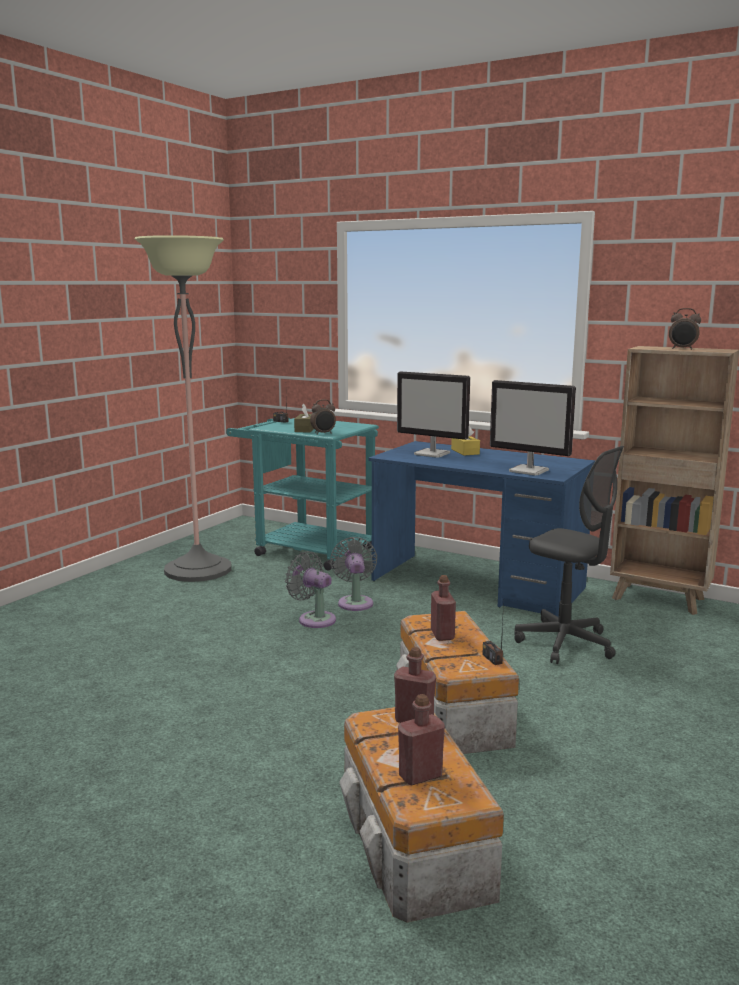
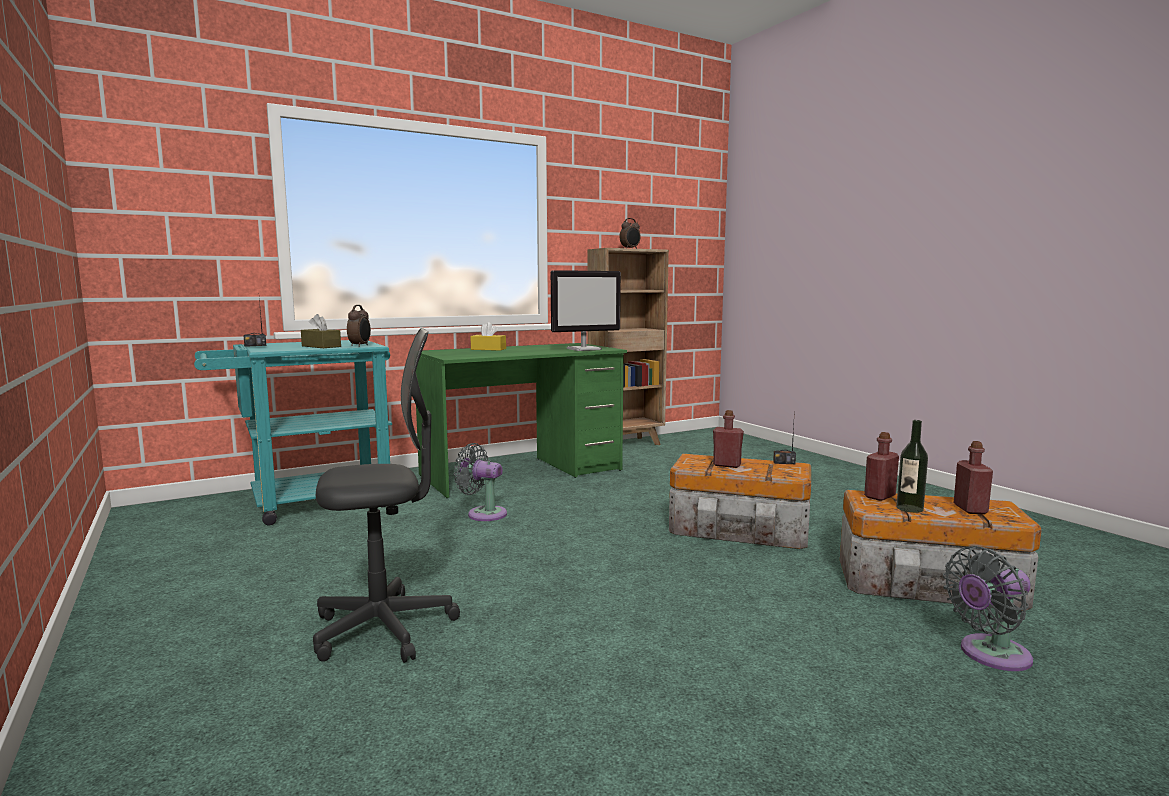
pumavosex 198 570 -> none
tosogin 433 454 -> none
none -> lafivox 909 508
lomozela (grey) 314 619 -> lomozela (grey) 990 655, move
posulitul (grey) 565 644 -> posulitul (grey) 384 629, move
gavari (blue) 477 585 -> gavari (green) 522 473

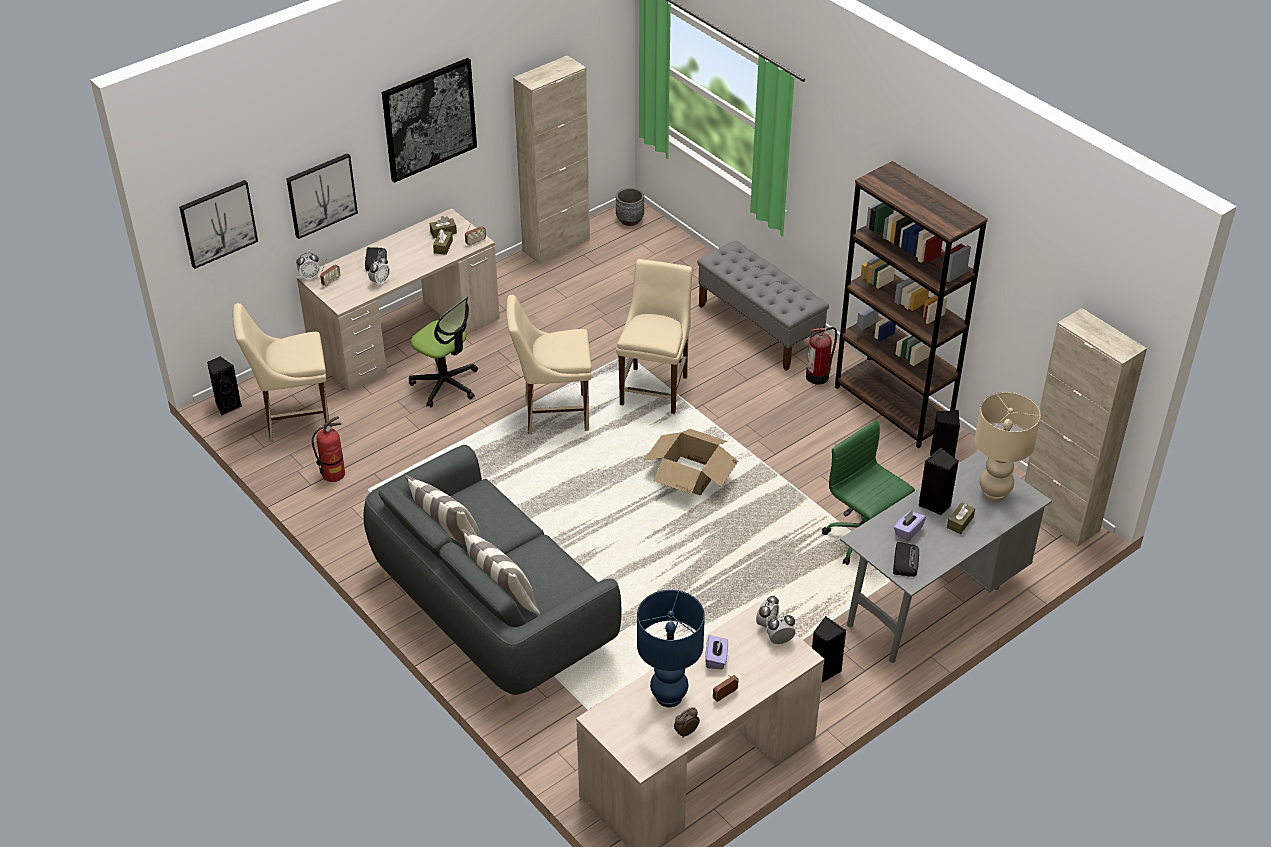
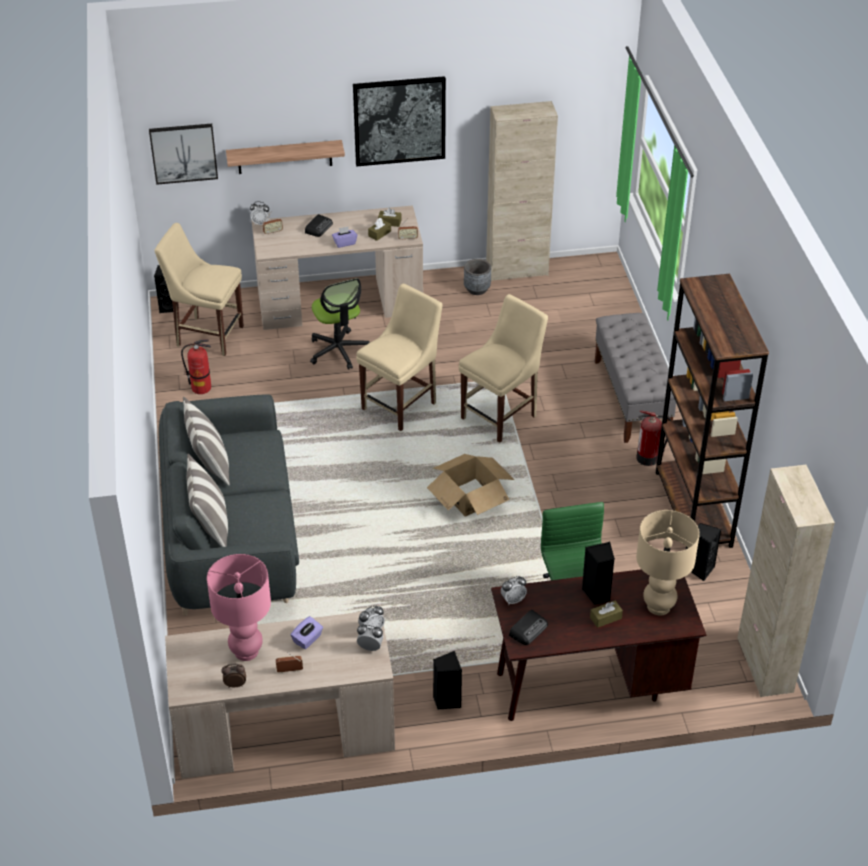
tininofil 380 282 -> tininofil 513 600, move
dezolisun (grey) 629 220 -> dezolisun (grey) 477 289, move
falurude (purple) 908 531 -> falurude (purple) 344 243, move
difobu 321 195 -> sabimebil 284 157
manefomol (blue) 668 696 -> manefomol (pink) 246 651
gavari (grey) 933 600 -> gavari (brown) 589 685
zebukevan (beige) 552 413 -> zebukevan (beige) 402 404, 105 degrees clockwise

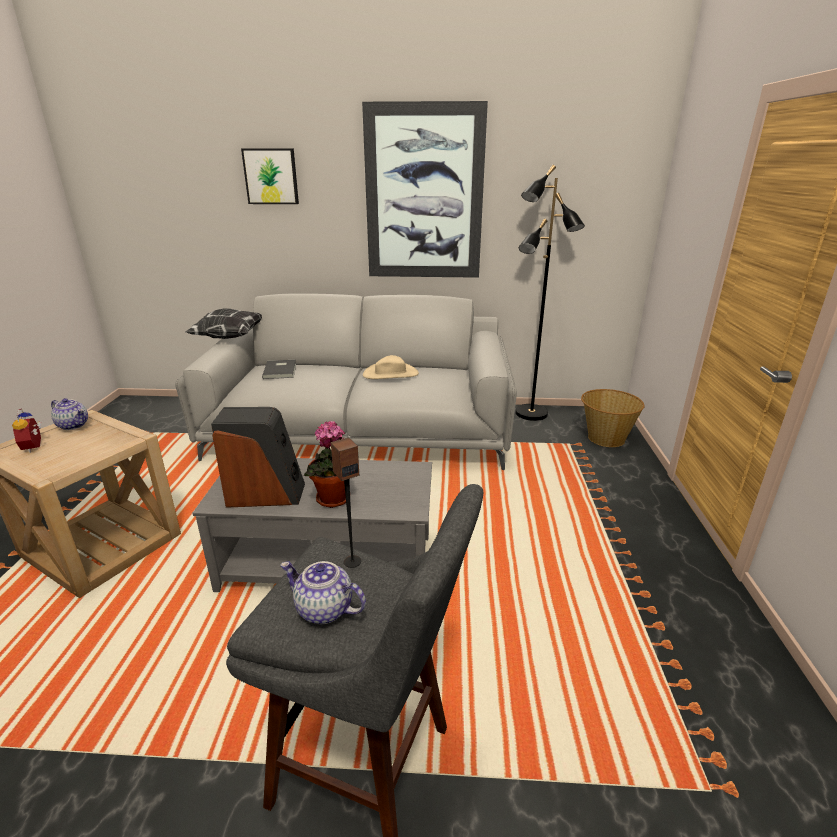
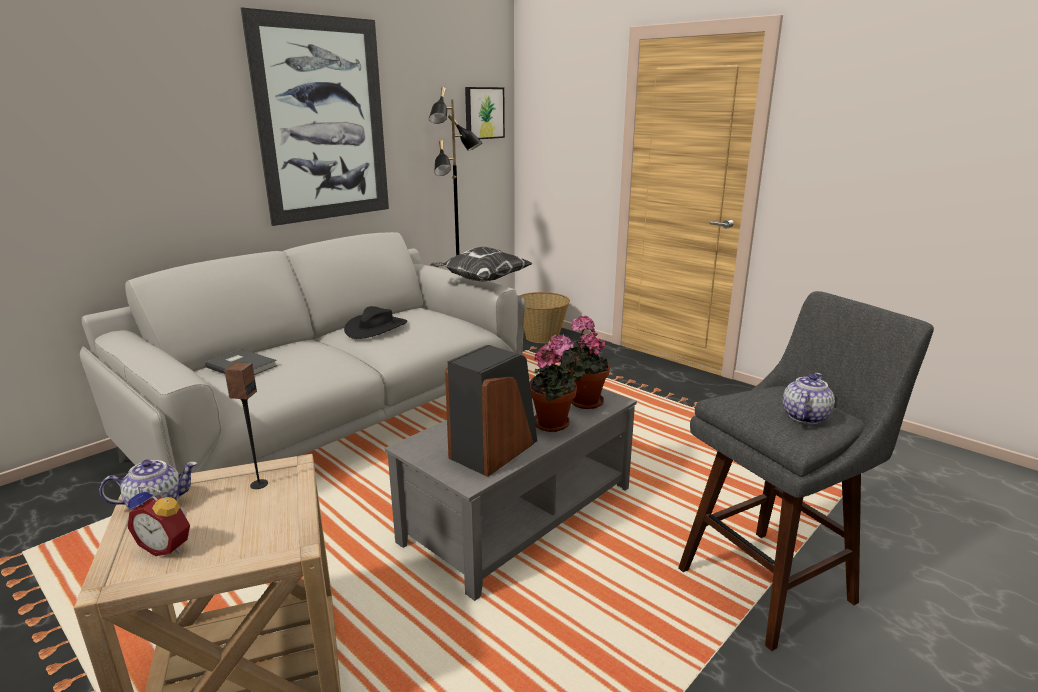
none -> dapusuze 583 401
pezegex 228 337 -> pezegex 481 281, move
difobu 271 176 -> difobu 483 113, move
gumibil 352 561 -> gumibil 258 484, move
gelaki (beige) 390 374 -> gelaki (black) 376 328
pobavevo 323 609 -> pobavevo 804 416, 150 degrees clockwise

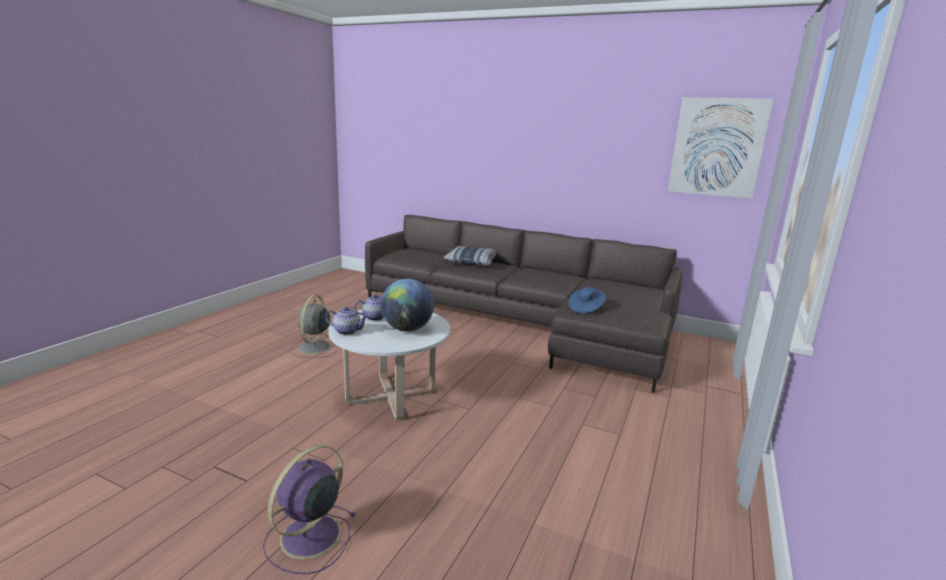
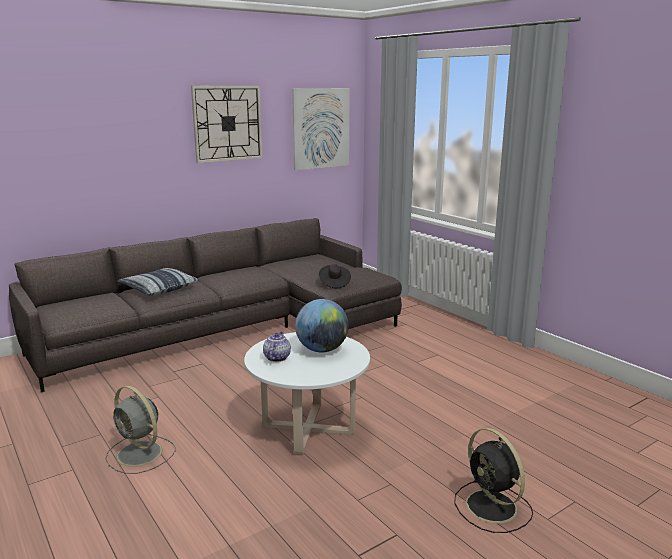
pobavevo 348 331 -> none
none -> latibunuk 227 123
lomozela (purple) 308 537 -> lomozela (black) 493 508
gelaki (blue) 585 308 -> gelaki (black) 334 283

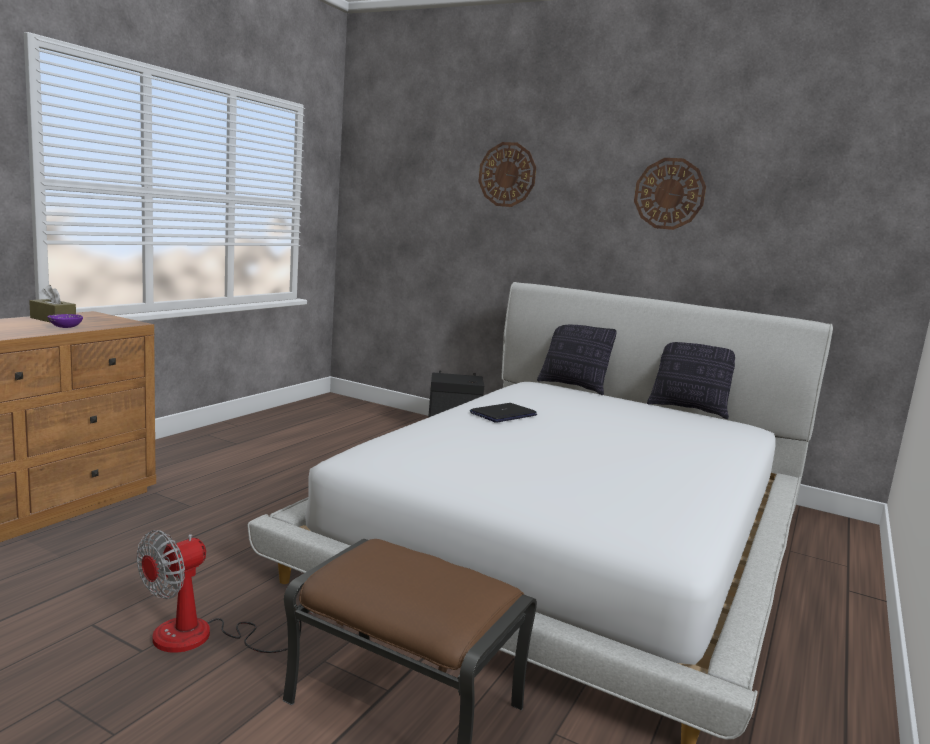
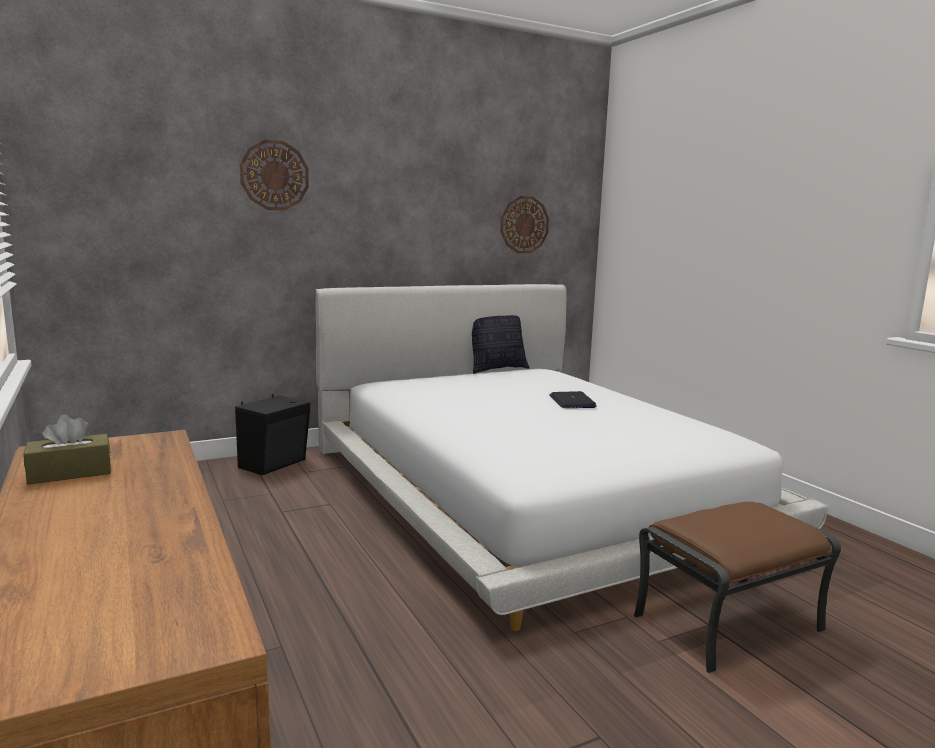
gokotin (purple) 65 327 -> none
lomozela 203 637 -> none
pezegex 573 386 -> none
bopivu 503 414 -> bopivu 572 401, move
latibunuk 669 194 -> latibunuk 524 224, move

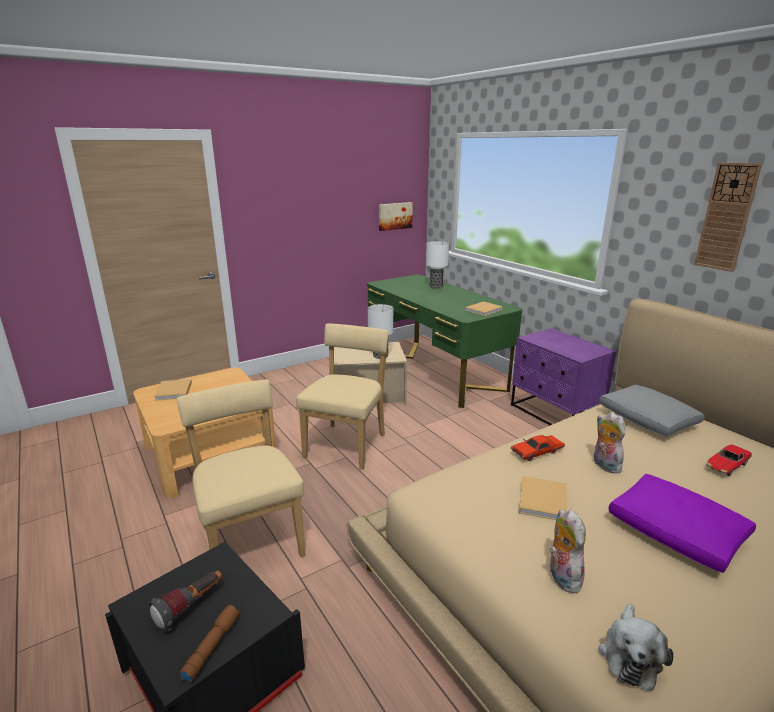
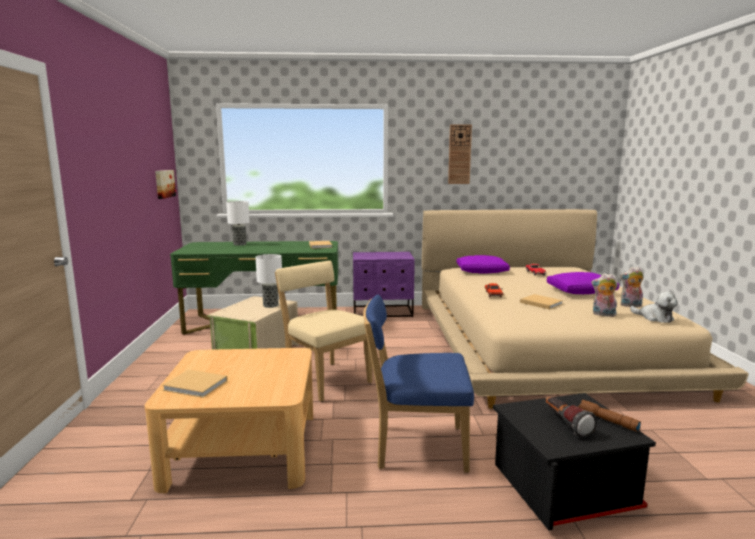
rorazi 604 465 -> rorazi 630 305, move
zebukevan (beige) 251 538 -> zebukevan (blue) 415 447
pezegex (grey) 648 420 -> pezegex (purple) 482 272

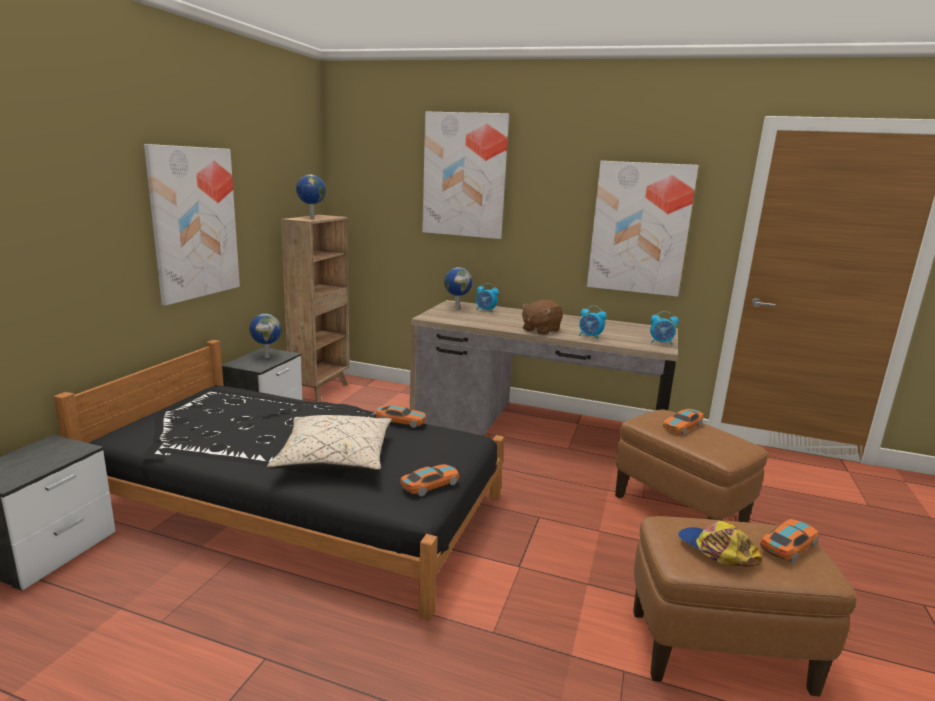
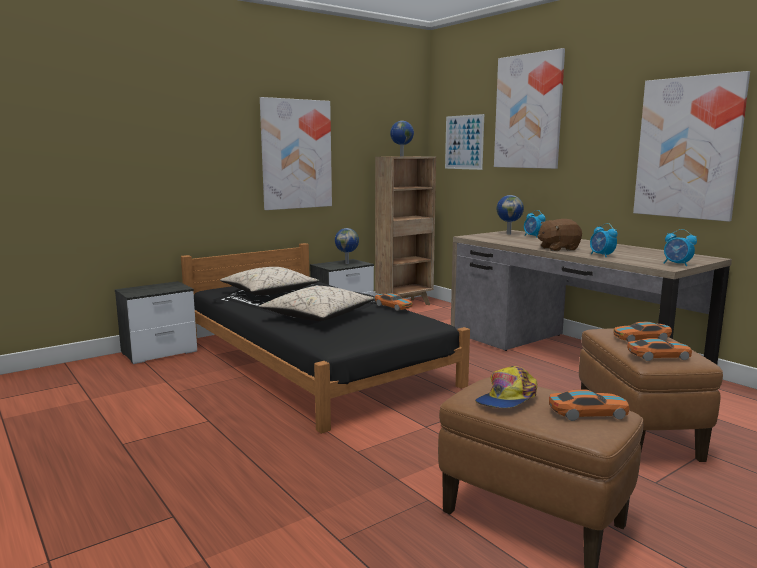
none -> pezegex (beige) 269 292
none -> difobu 464 142
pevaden 430 485 -> pevaden 658 356, move
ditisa 715 551 -> ditisa 507 399, 135 degrees counterclockwise

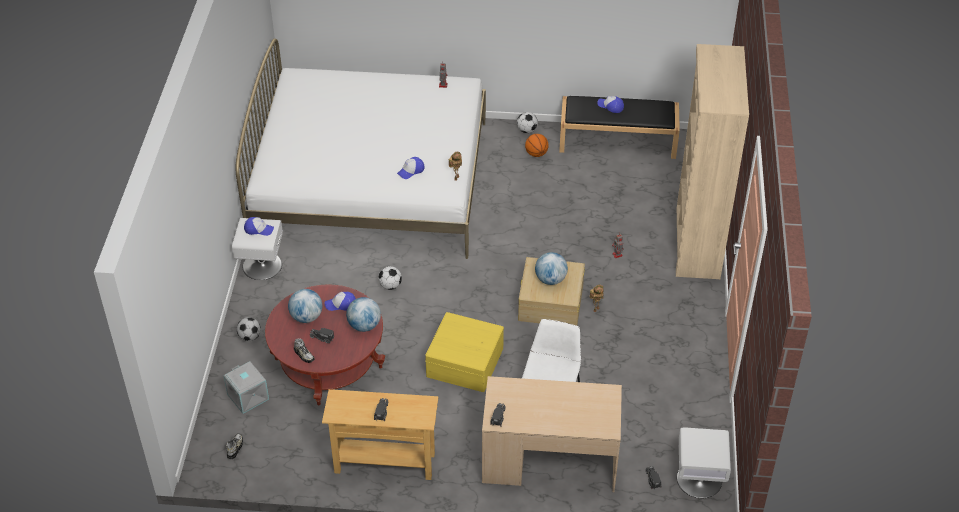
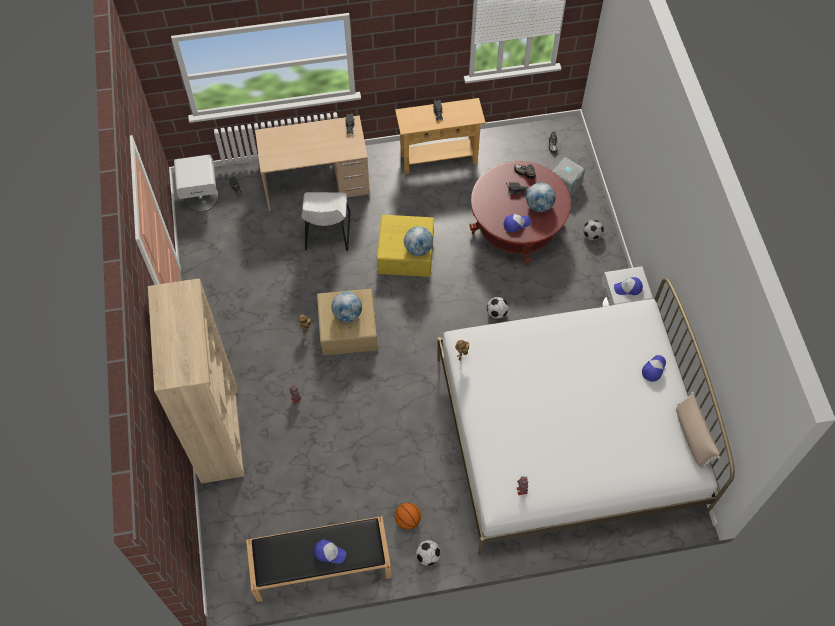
none -> pezegex (beige) 692 436
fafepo 364 325 -> fafepo 418 249, move
ditisa 411 171 -> ditisa 653 369, move

